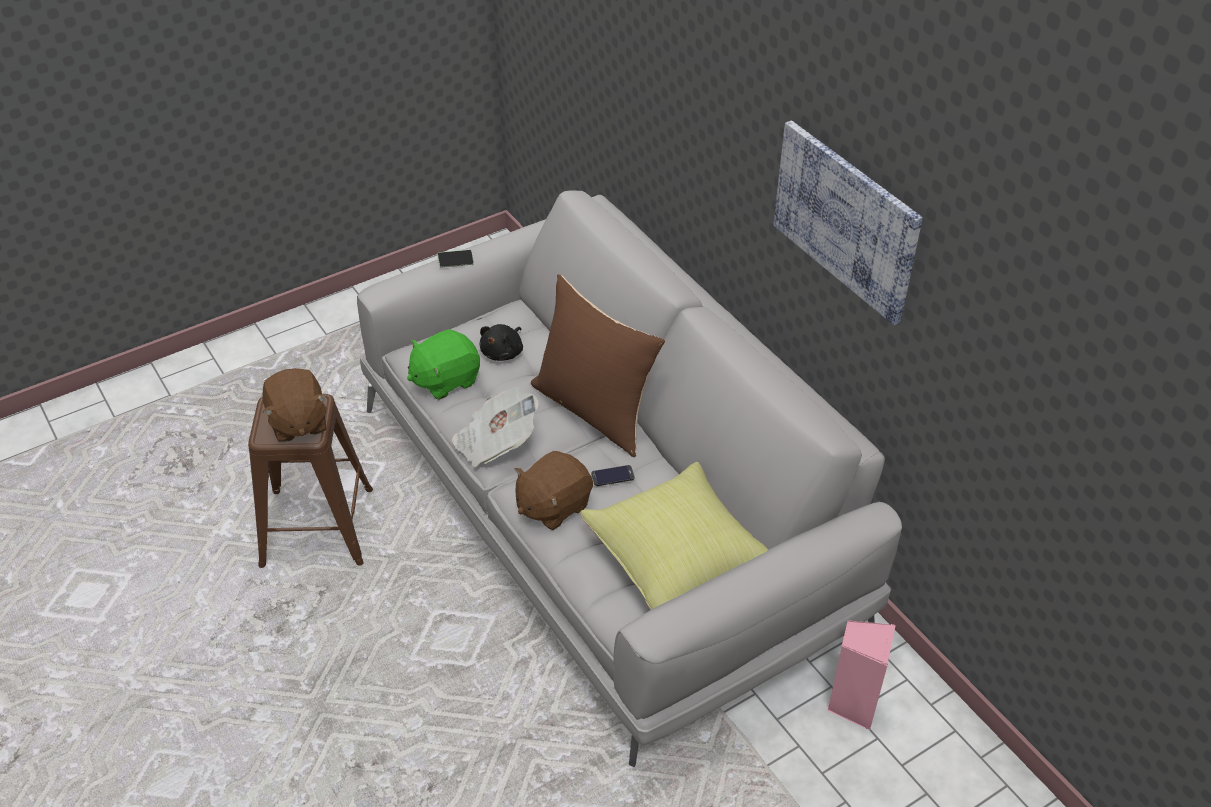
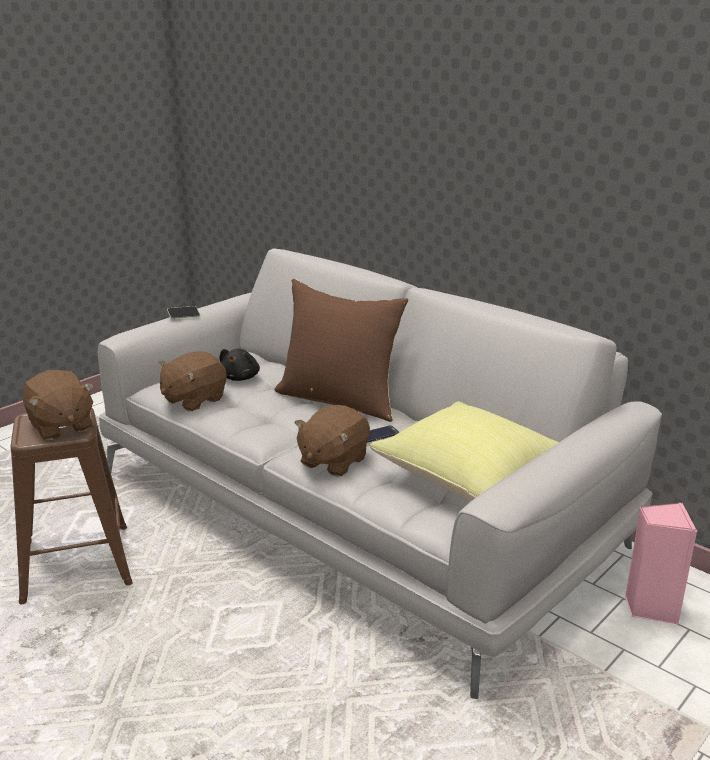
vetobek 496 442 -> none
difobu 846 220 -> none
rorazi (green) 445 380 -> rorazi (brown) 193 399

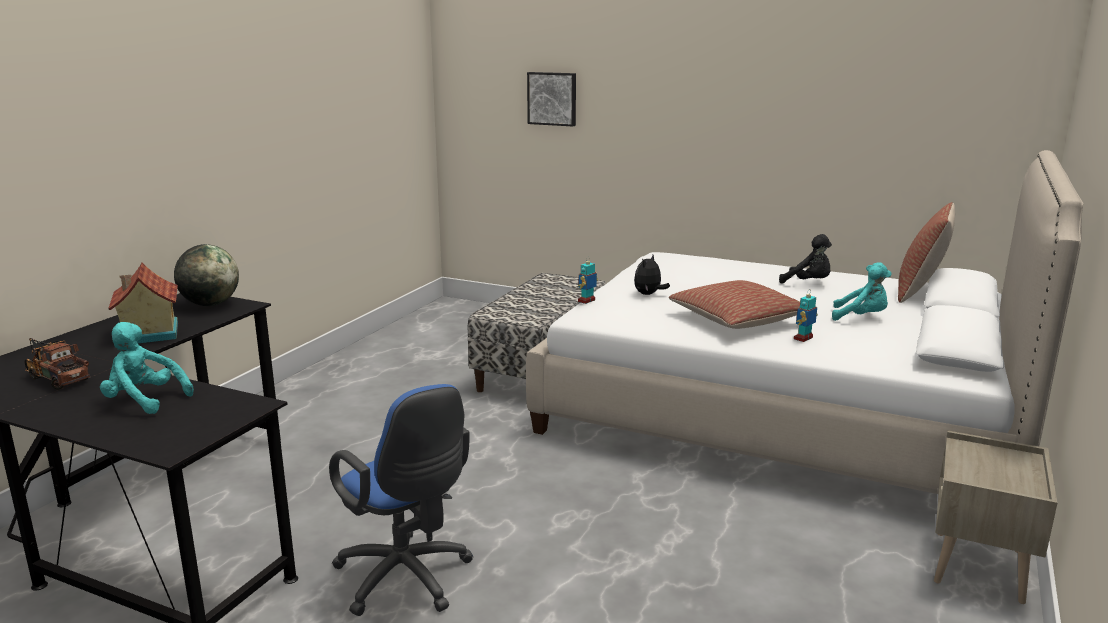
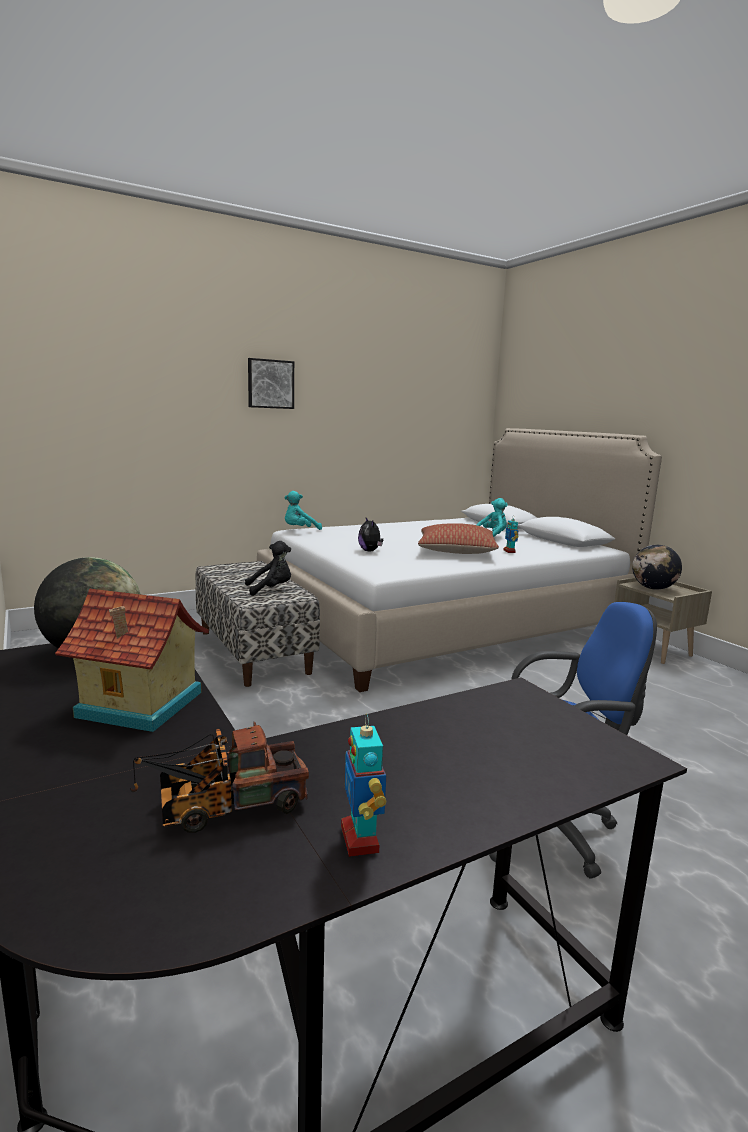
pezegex 920 292 -> none
none -> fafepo 653 588
rorazi (turquoise) 144 401 -> rorazi (turquoise) 300 530, move
difobu 552 98 -> difobu 270 384, move
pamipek 587 301 -> pamipek 361 839, move
rorazi (black) 808 283 -> rorazi (black) 271 589, move

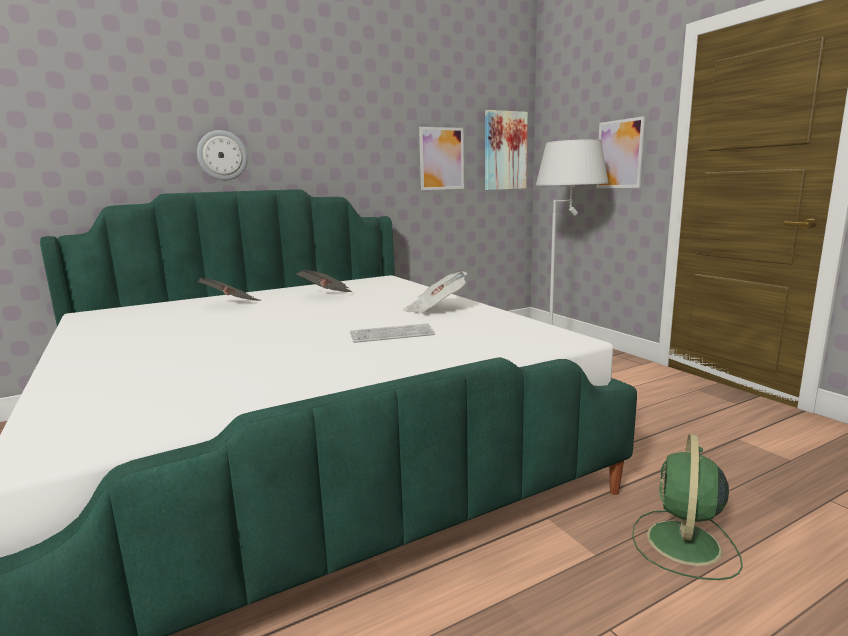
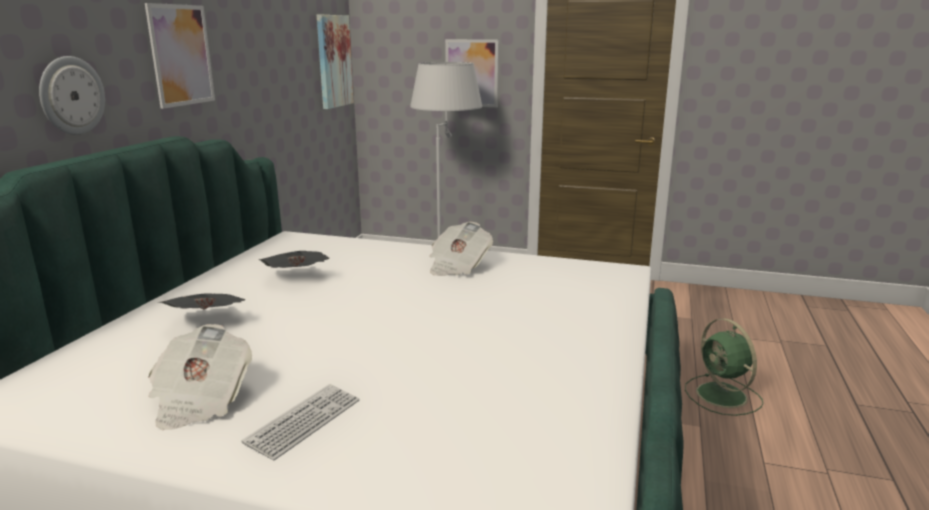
none -> vetobek 200 400
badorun 392 335 -> badorun 304 422, move
difobu 441 158 -> difobu 181 55, move

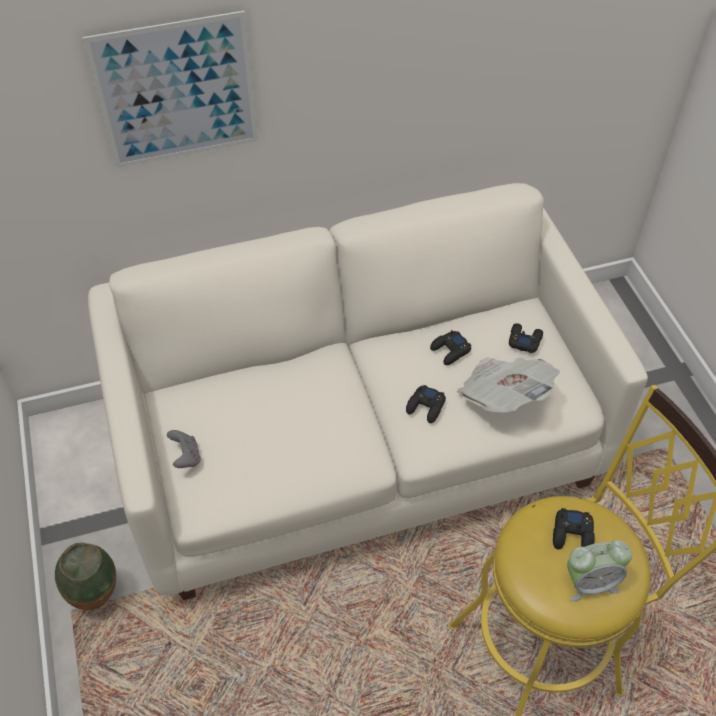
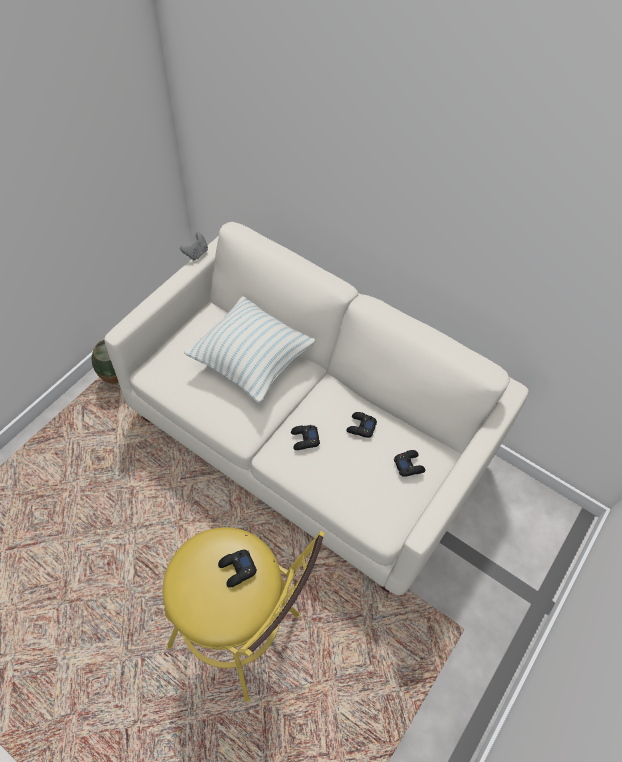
difobu 177 92 -> none
vetobek 503 396 -> none
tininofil 590 583 -> none
none -> pezegex 251 362
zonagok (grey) 186 457 -> zonagok (grey) 196 253, move

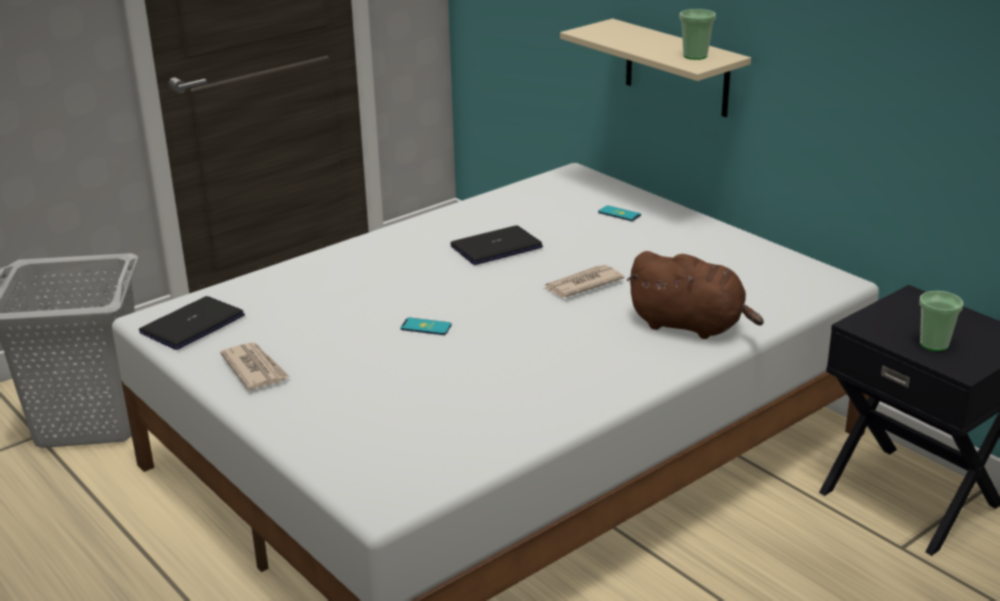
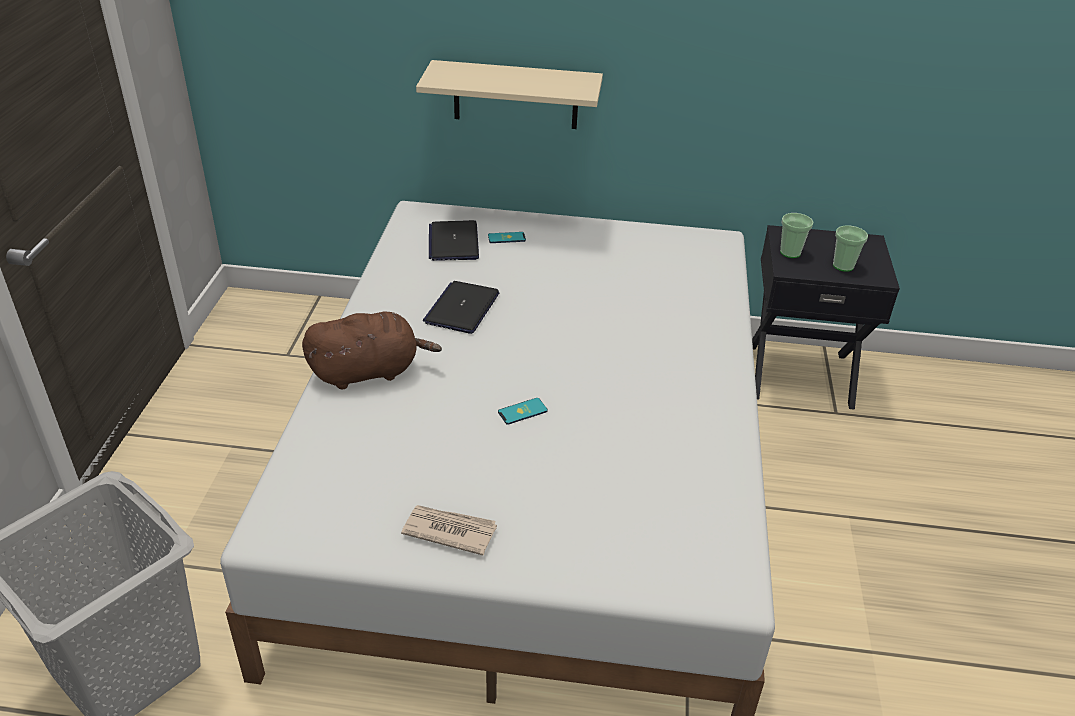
vetobek 582 284 -> none
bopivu 192 324 -> bopivu 453 242, move
rorazi (brown) 691 326 -> rorazi (brown) 369 371, move
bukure 695 56 -> bukure 790 252, move

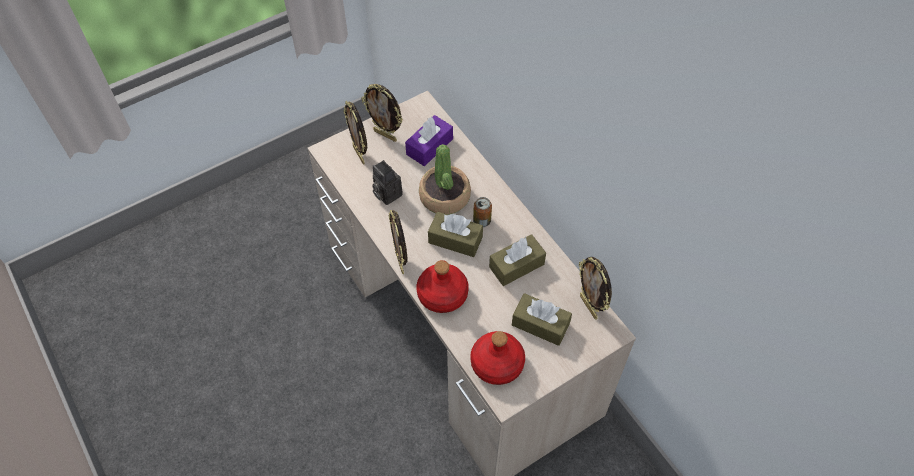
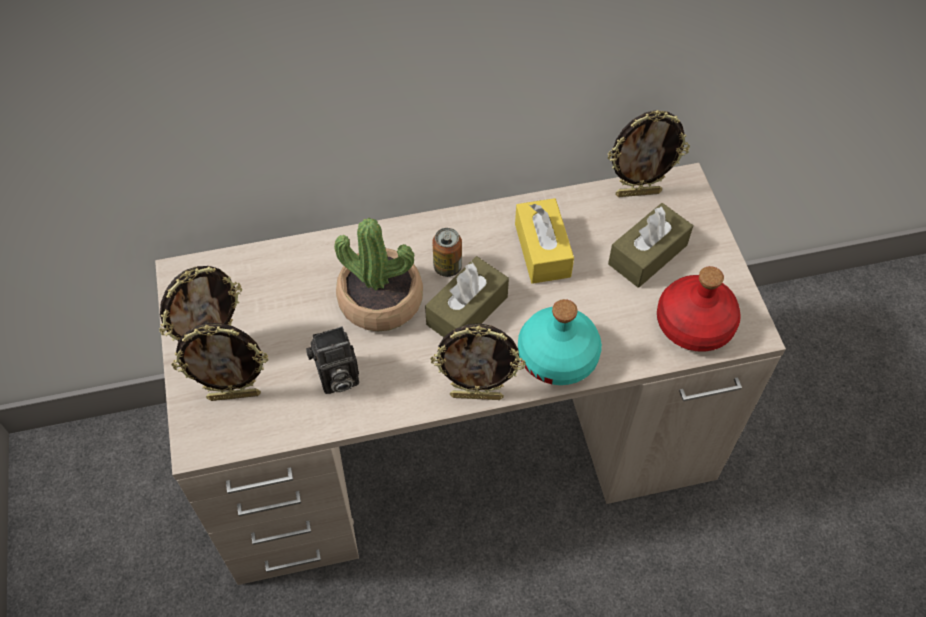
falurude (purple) 429 146 -> none
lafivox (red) 443 295 -> lafivox (turquoise) 558 356
falurude (brown) 516 265 -> falurude (yellow) 542 250

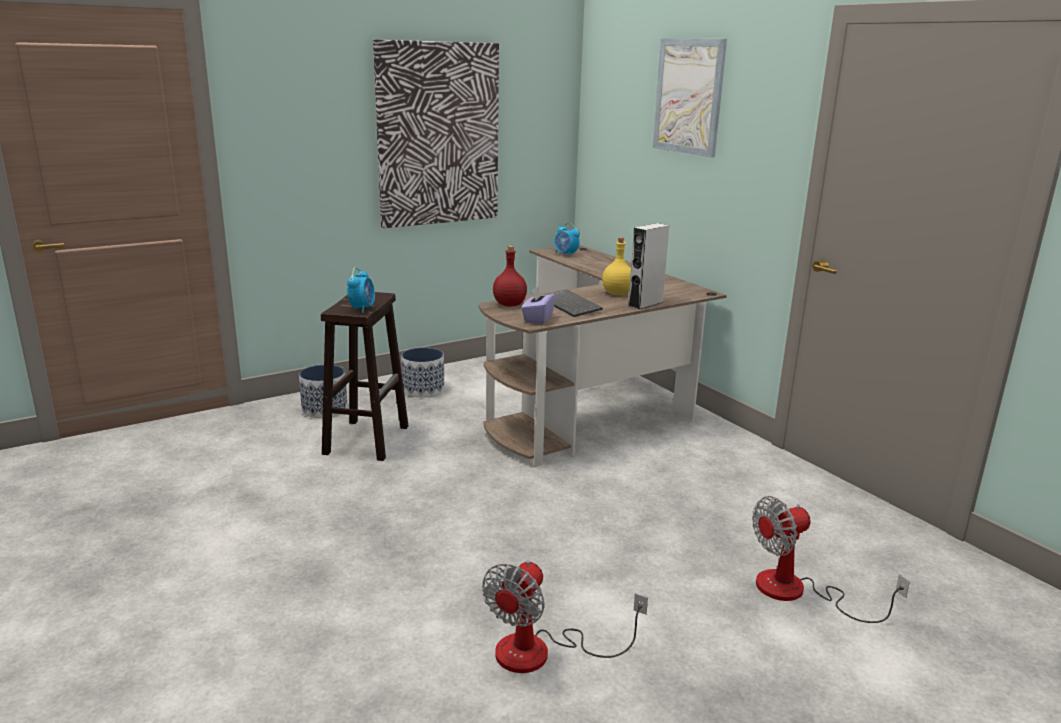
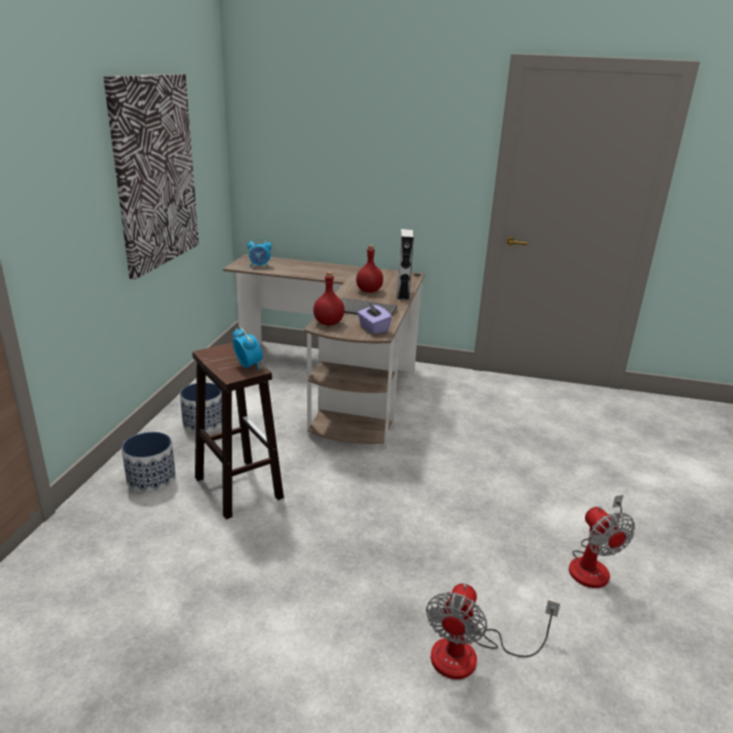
difobu 688 96 -> none
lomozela 798 592 -> lomozela 470 655, move
lafivox (yellow) 617 293 -> lafivox (red) 368 291

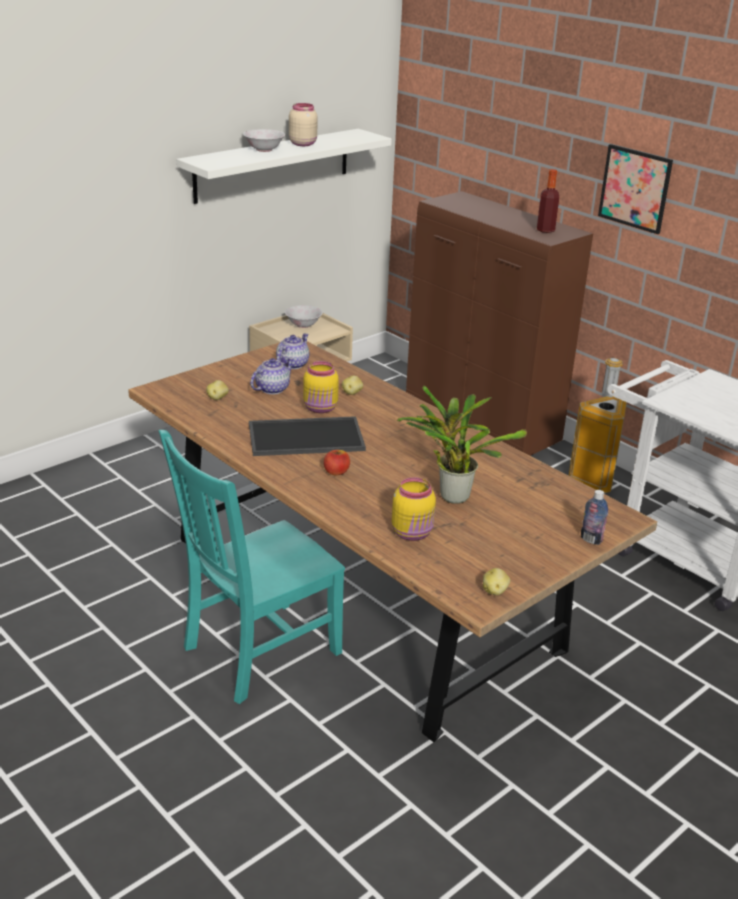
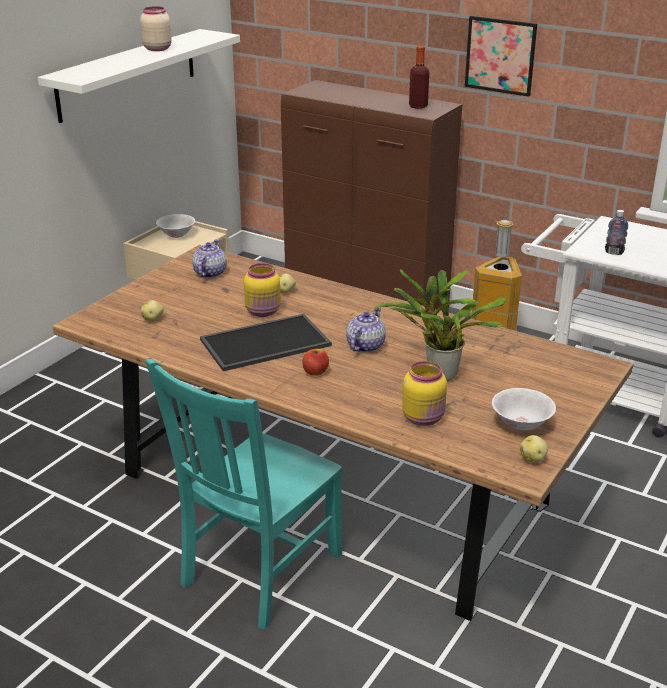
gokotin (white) 264 149 -> gokotin (white) 521 424, move
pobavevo 272 389 -> pobavevo 364 346, move
lafivox 591 539 -> lafivox 614 252, move

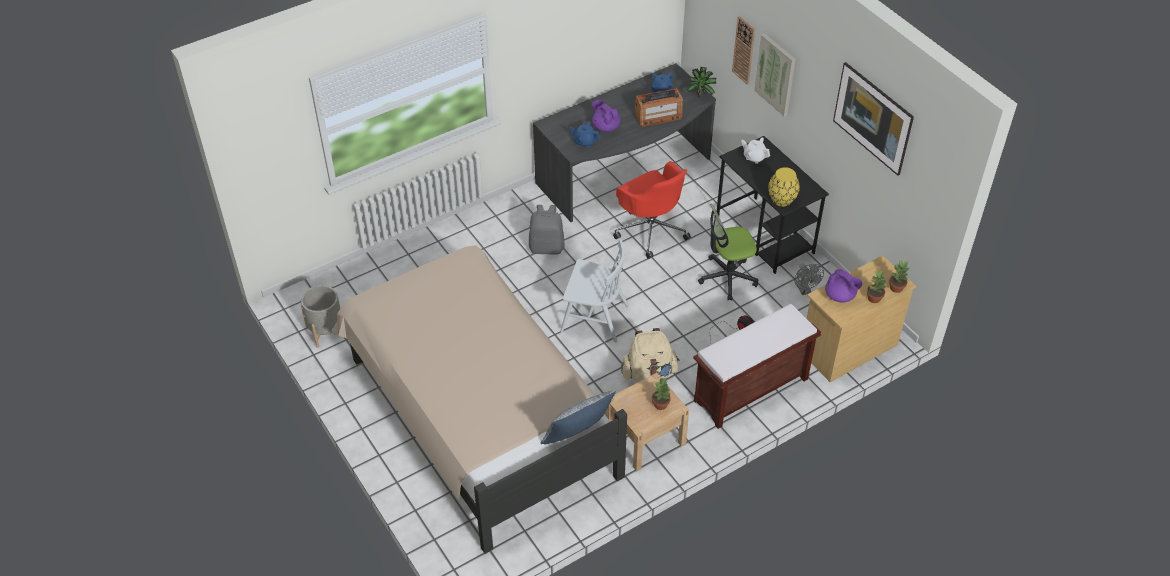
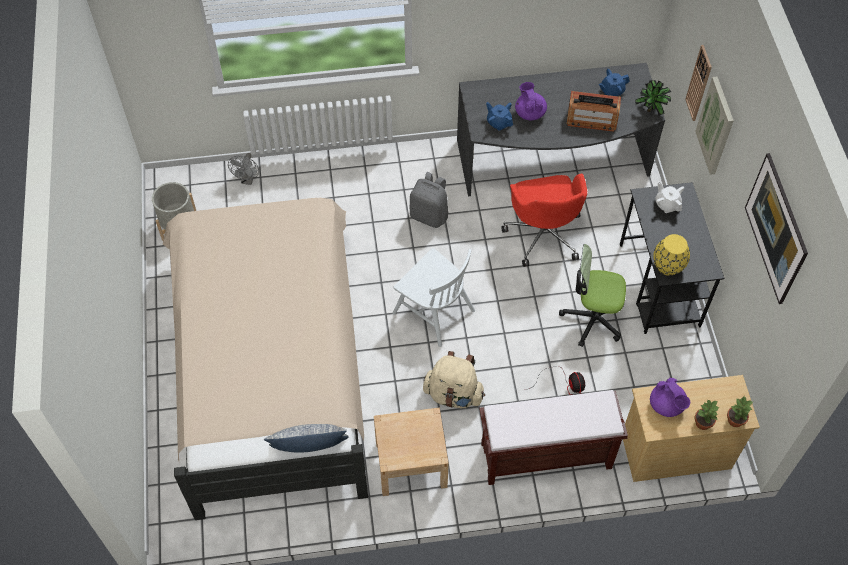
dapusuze 661 404 -> none
lomozela (grey) 804 290 -> lomozela (grey) 248 180, move

